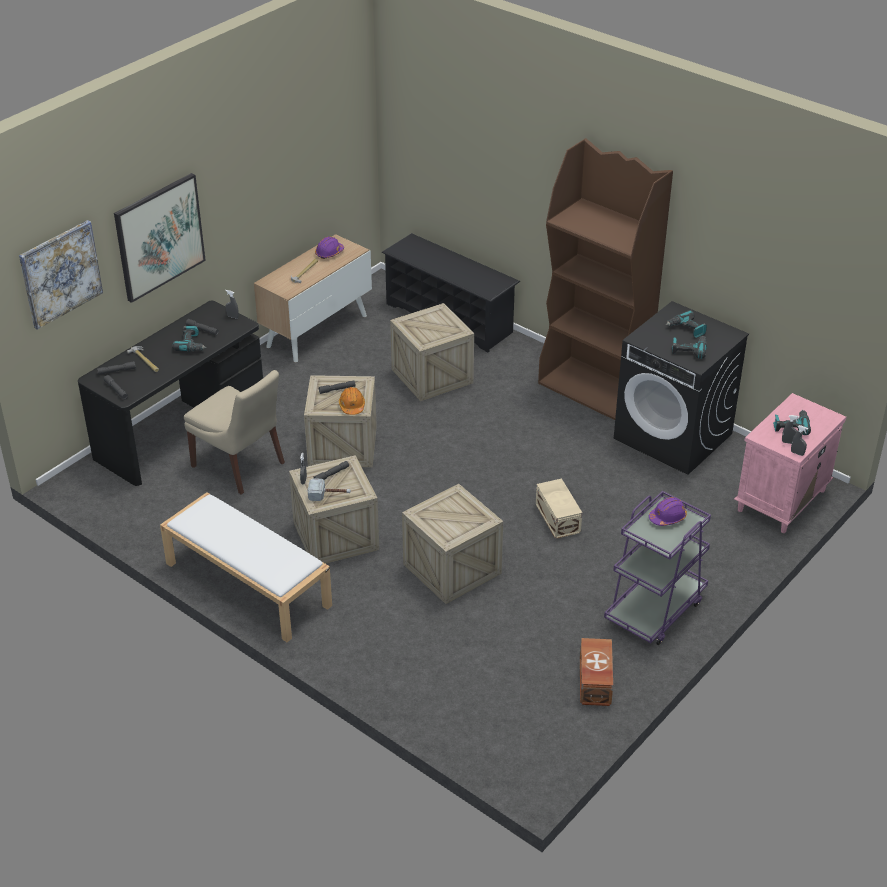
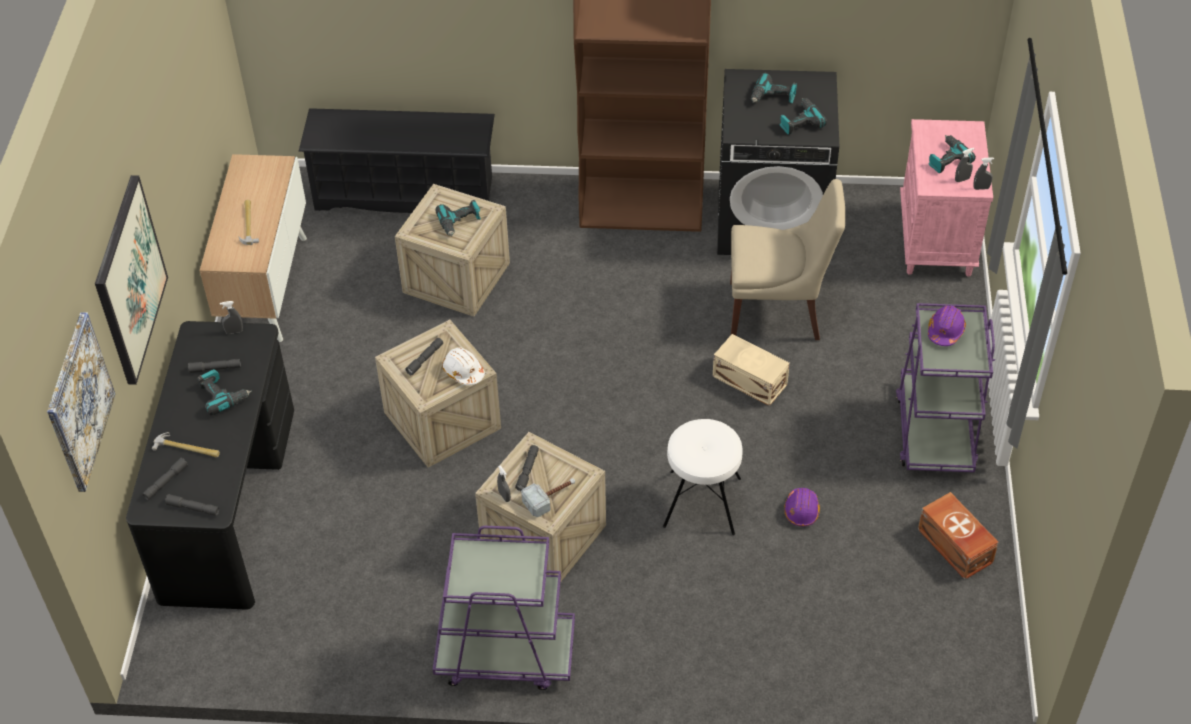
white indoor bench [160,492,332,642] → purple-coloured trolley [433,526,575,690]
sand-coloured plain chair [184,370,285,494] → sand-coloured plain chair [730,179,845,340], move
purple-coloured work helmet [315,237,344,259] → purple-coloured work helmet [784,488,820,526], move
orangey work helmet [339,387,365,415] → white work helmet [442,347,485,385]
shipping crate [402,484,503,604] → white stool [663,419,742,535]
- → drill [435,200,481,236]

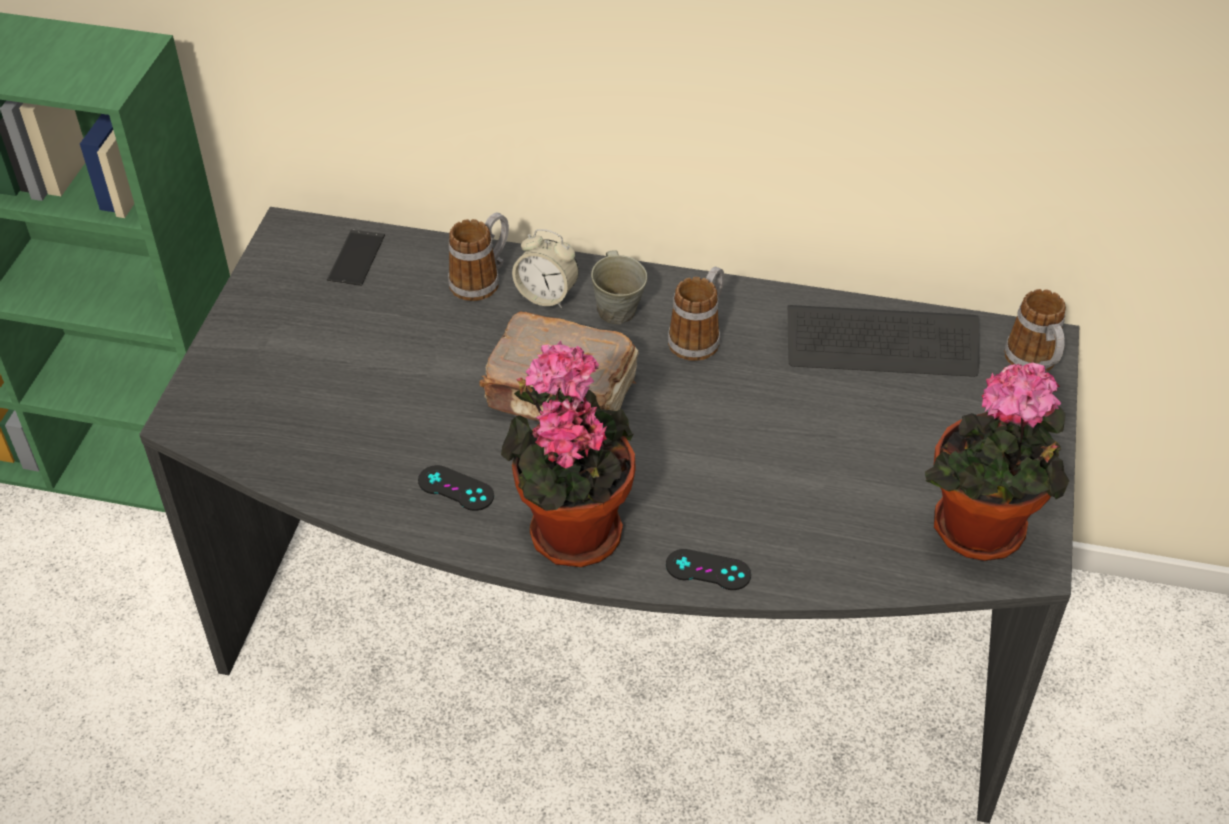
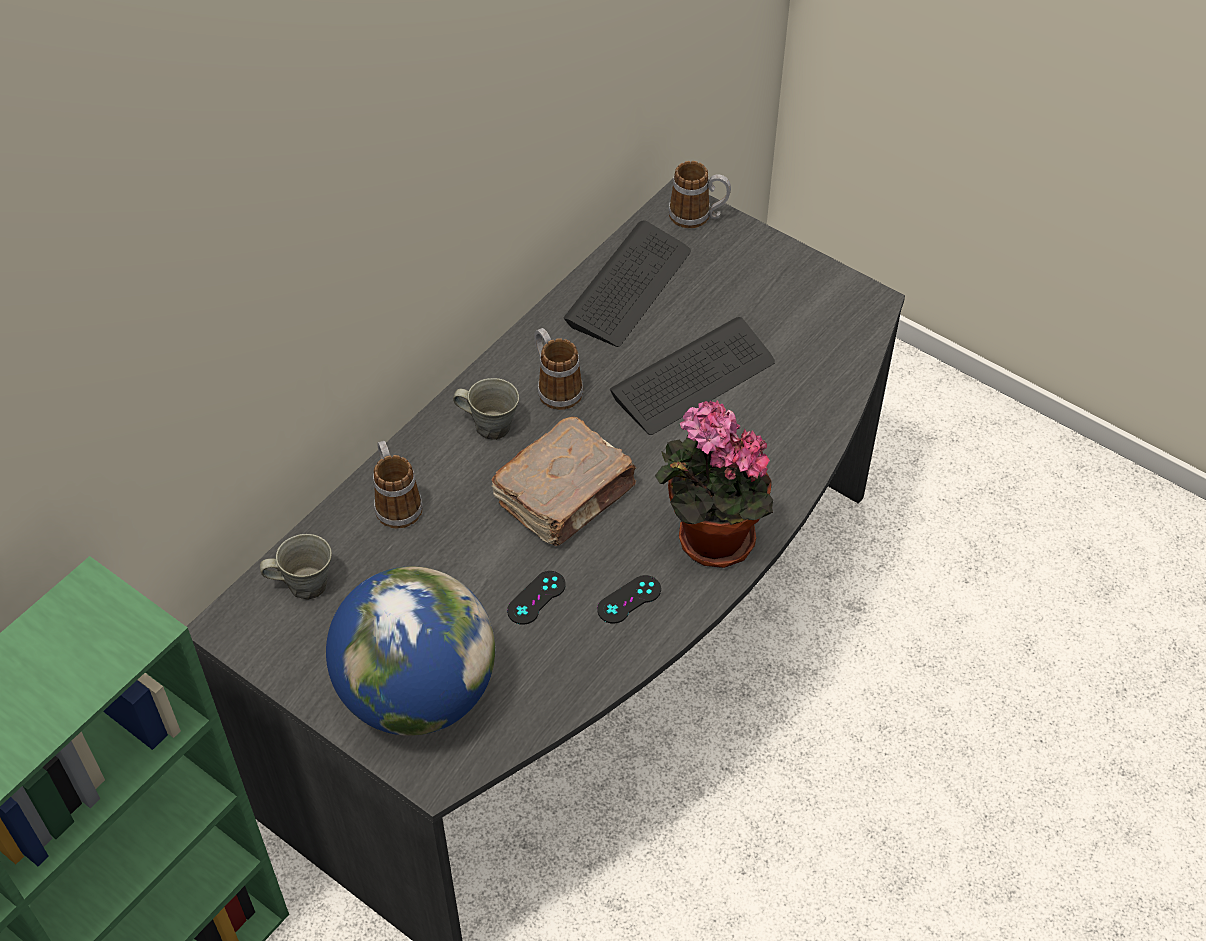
phone [327,229,385,286] → grey coffee mug [260,534,332,600]
table clock [512,229,579,308] → -
black gamepad [666,549,751,590] → black gamepad [507,571,566,625], move
potted plant [925,361,1069,561] → -
- → globe [326,566,495,736]
- → computer keyboard [610,317,775,435]

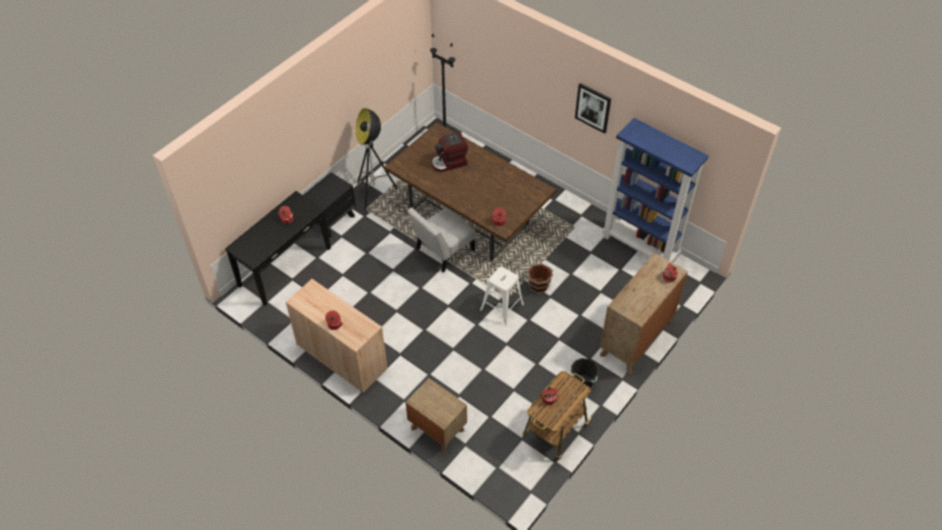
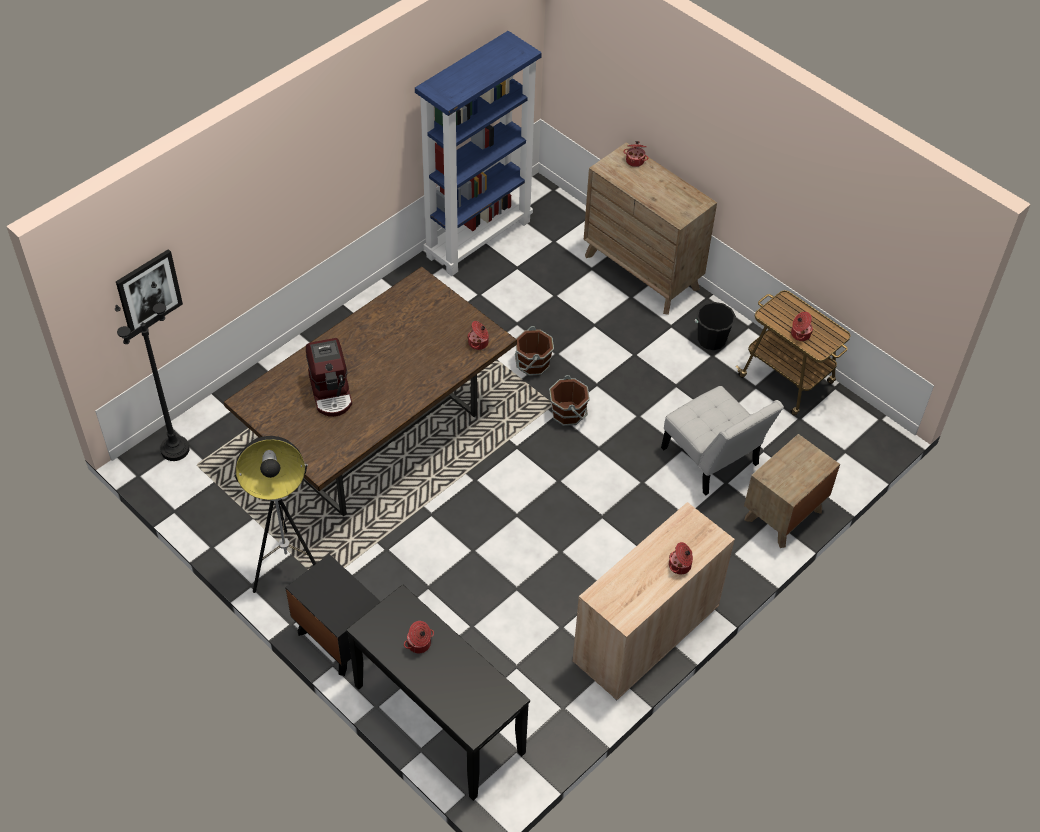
white plain chair [407,207,476,273] → white plain chair [661,386,784,496], move
white stool [480,267,524,326] → brownish pail [549,375,590,426]
wall art [575,83,611,134] → wall art [116,249,183,332], move

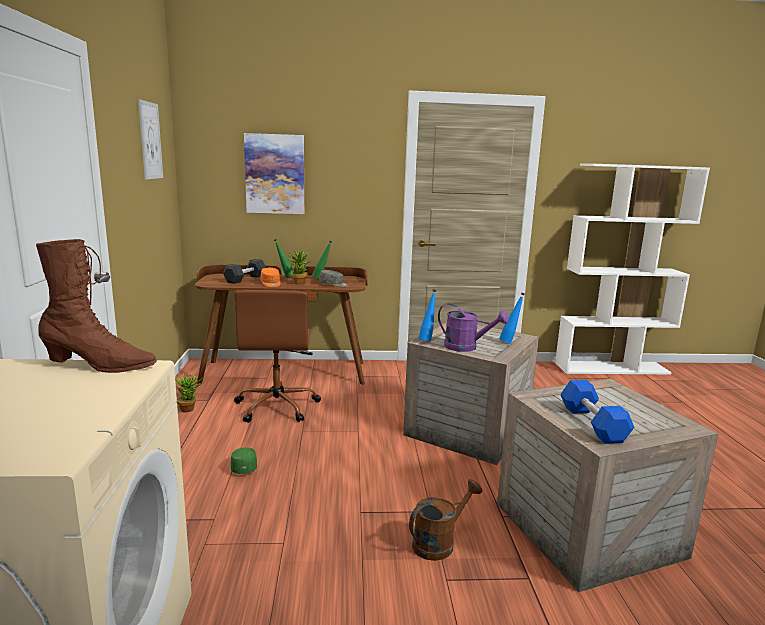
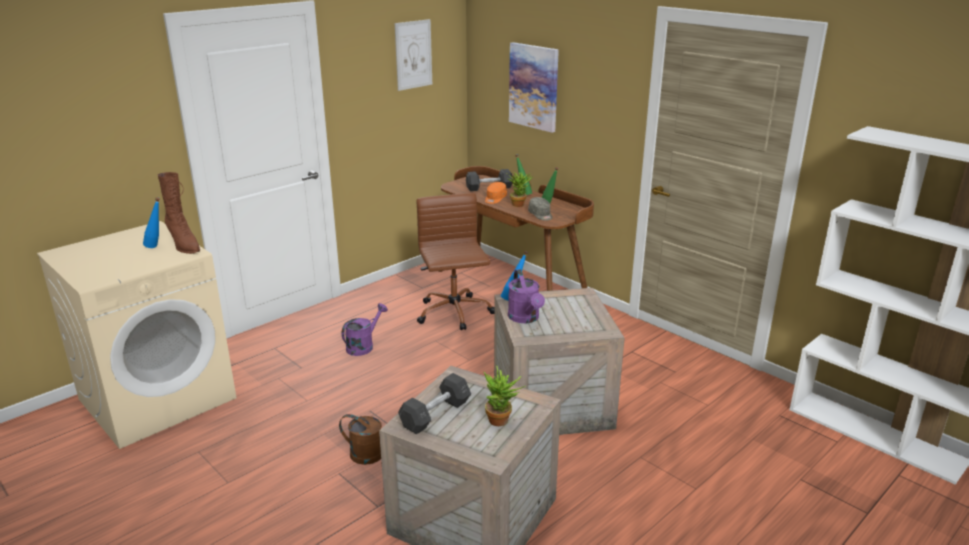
potted plant [175,374,204,413] → potted plant [484,366,526,426], move
green peaked cap [231,447,257,474] → purple-coloured watering can [342,303,388,356]
brownish office chair [234,290,321,423] → brownish office chair [417,193,495,330], 120 degrees clockwise
blue bottle [499,293,525,344] → blue bottle [143,197,160,248], move
blue hand weight [560,380,634,444] → grey hand weight [398,373,471,434]

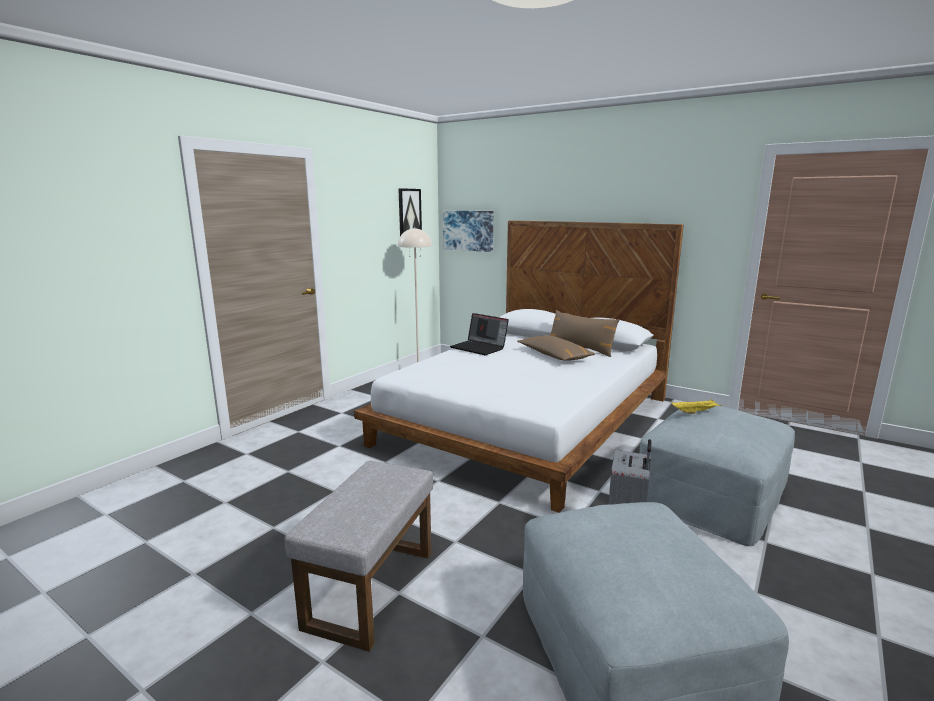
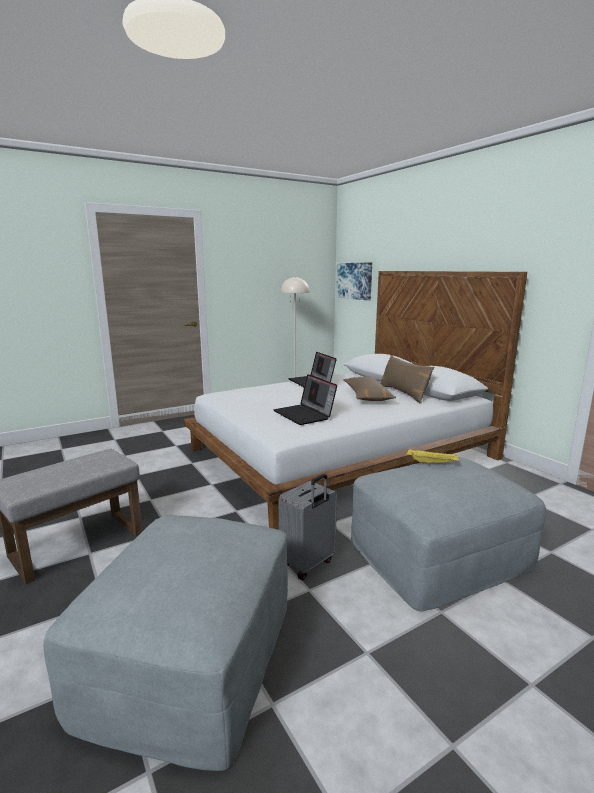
wall art [398,188,422,236] → -
- → notebook computer [273,374,337,425]

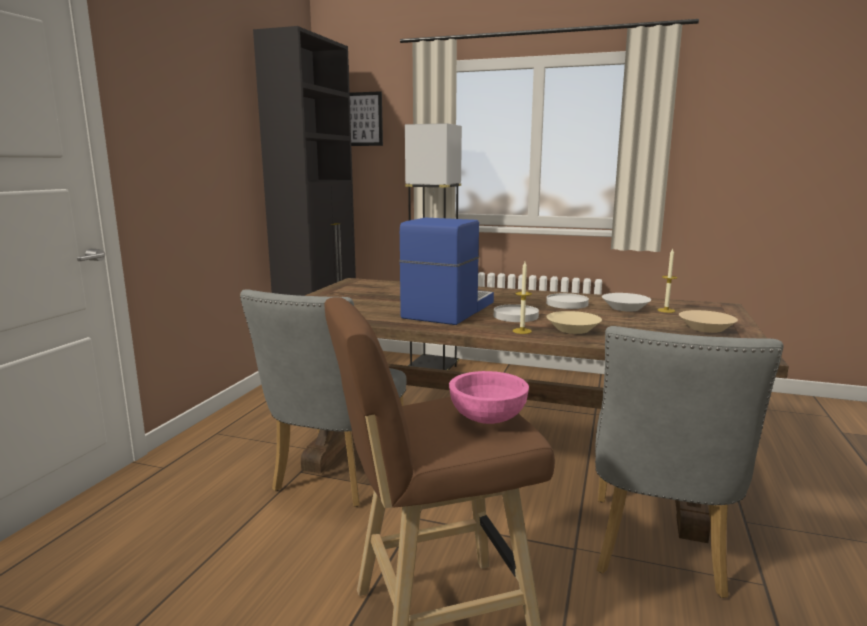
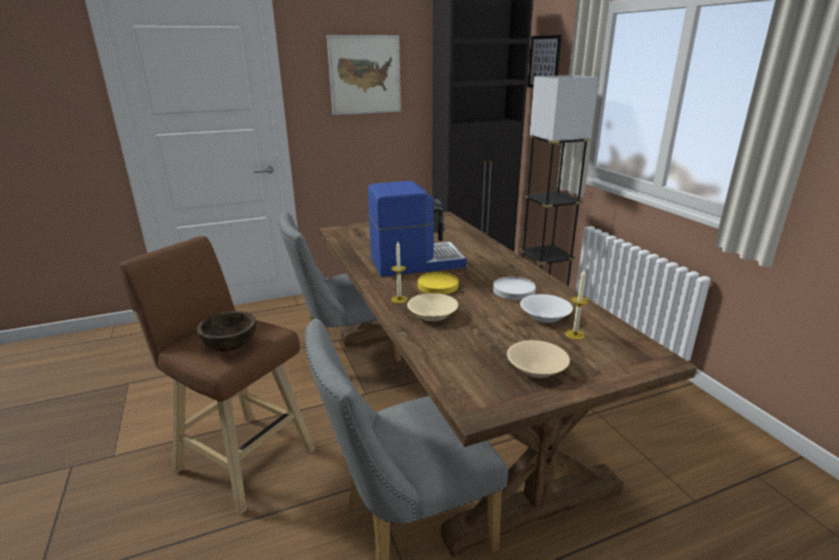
pinkish serving bowl [449,371,529,424] → brownish serving bowl [197,311,256,351]
white flat dish [494,304,539,322] → yellow-coloured flat dish [418,272,459,294]
- → wall art [327,35,401,115]

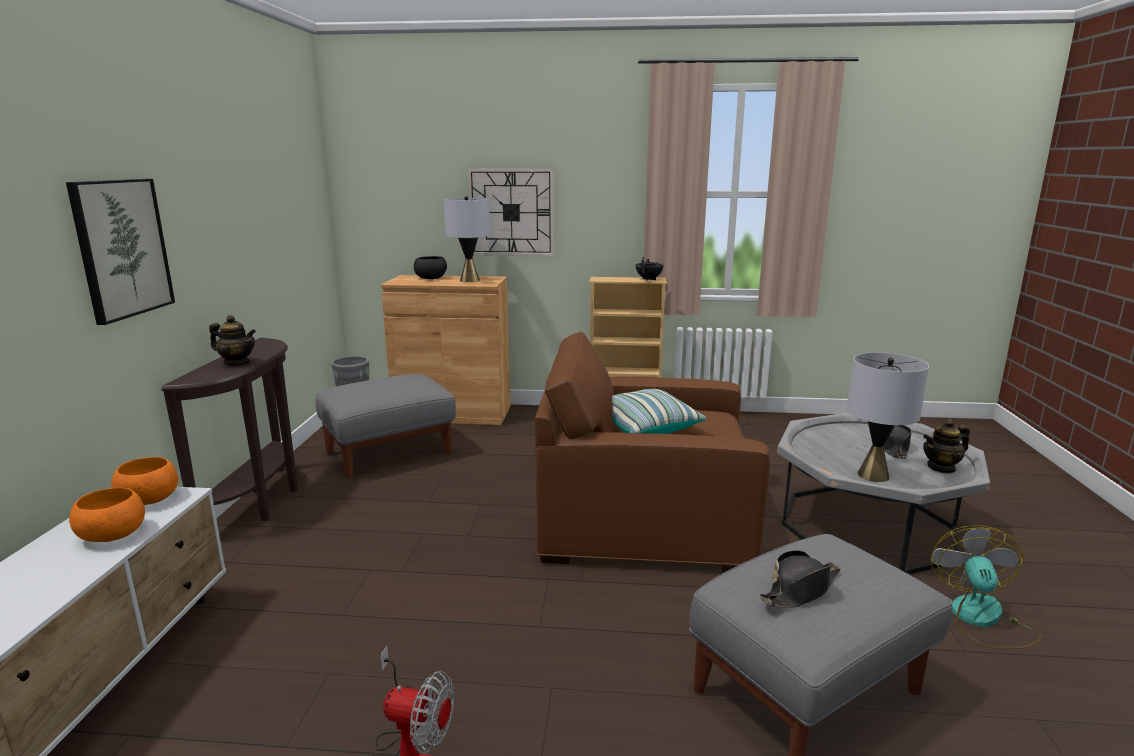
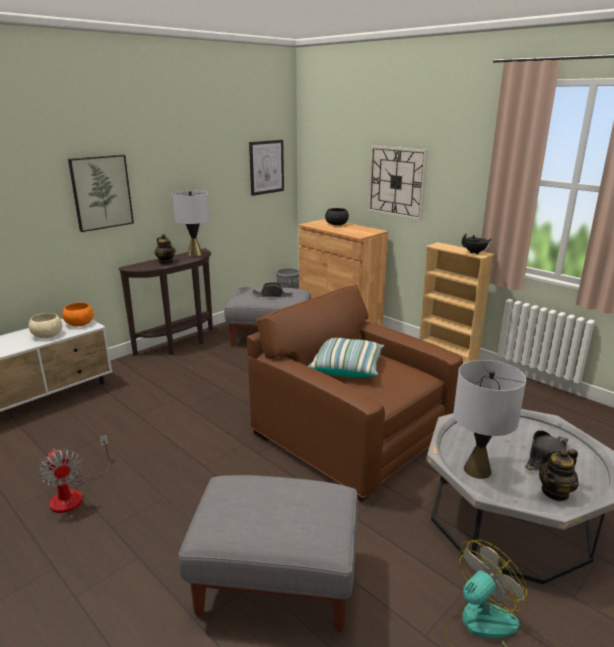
orangey serving bowl [69,488,145,542] → sand-coloured serving bowl [29,313,62,338]
grey table lamp [444,196,490,282] → grey table lamp [173,190,210,256], move
black hat [760,550,840,608] → black hat [252,282,293,297], move
pot for tea [923,419,970,474] → pot for tea [539,449,579,502], 60 degrees counterclockwise
- → wall art [249,140,284,196]

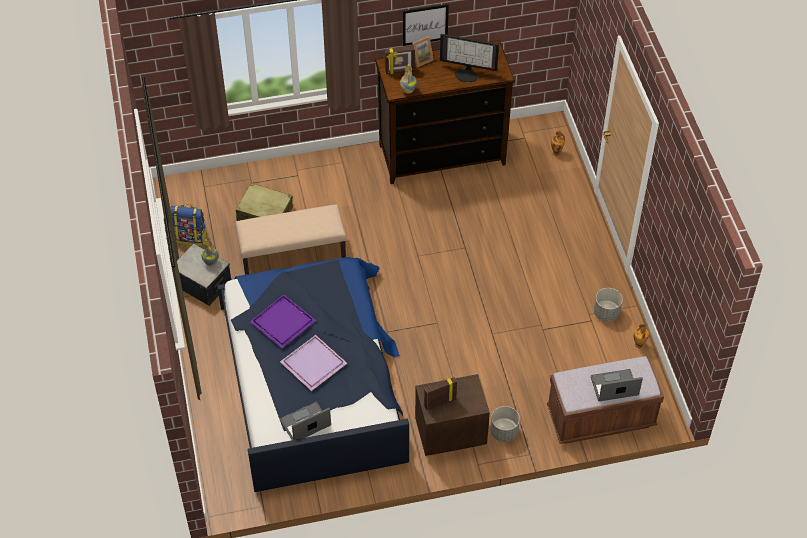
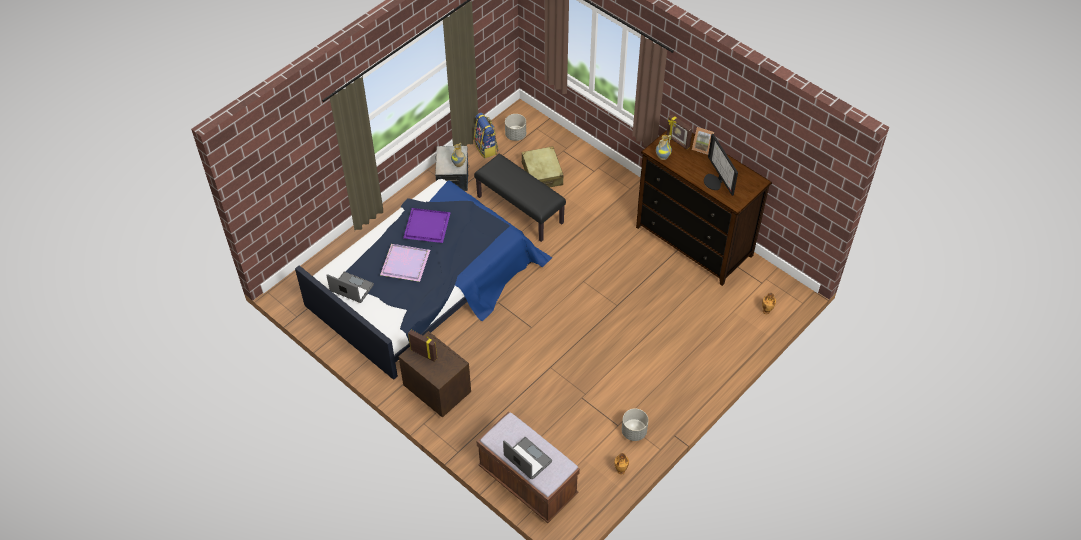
sand-coloured indoor bench [235,204,347,274] → black indoor bench [474,154,566,242]
wall art [403,4,449,46] → -
grey planter [490,406,520,442] → grey planter [505,114,526,141], move

